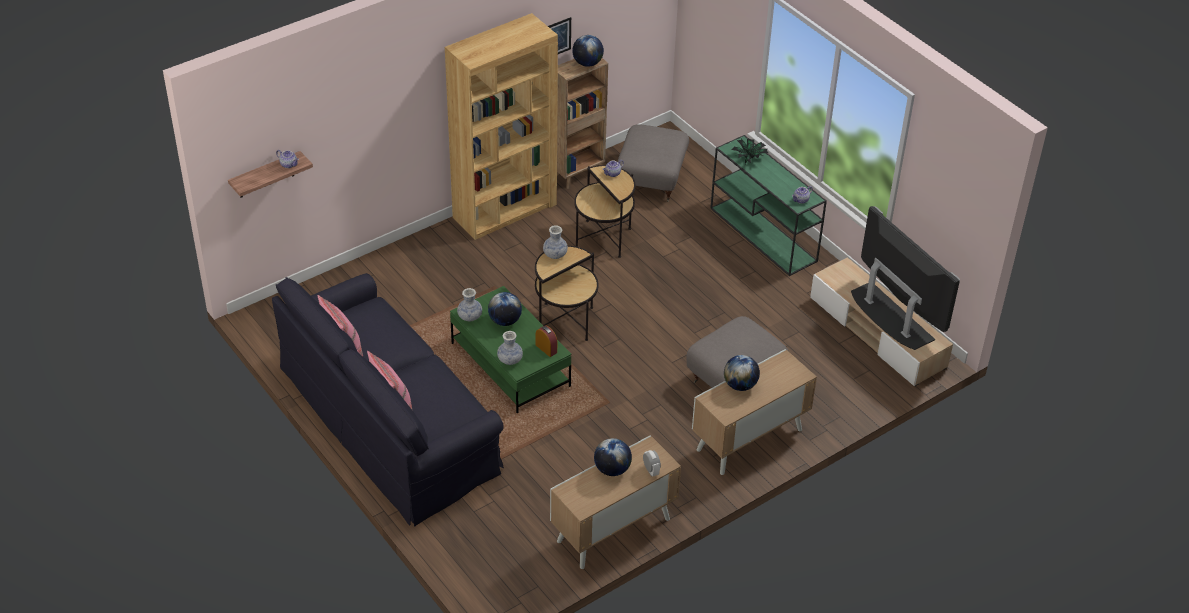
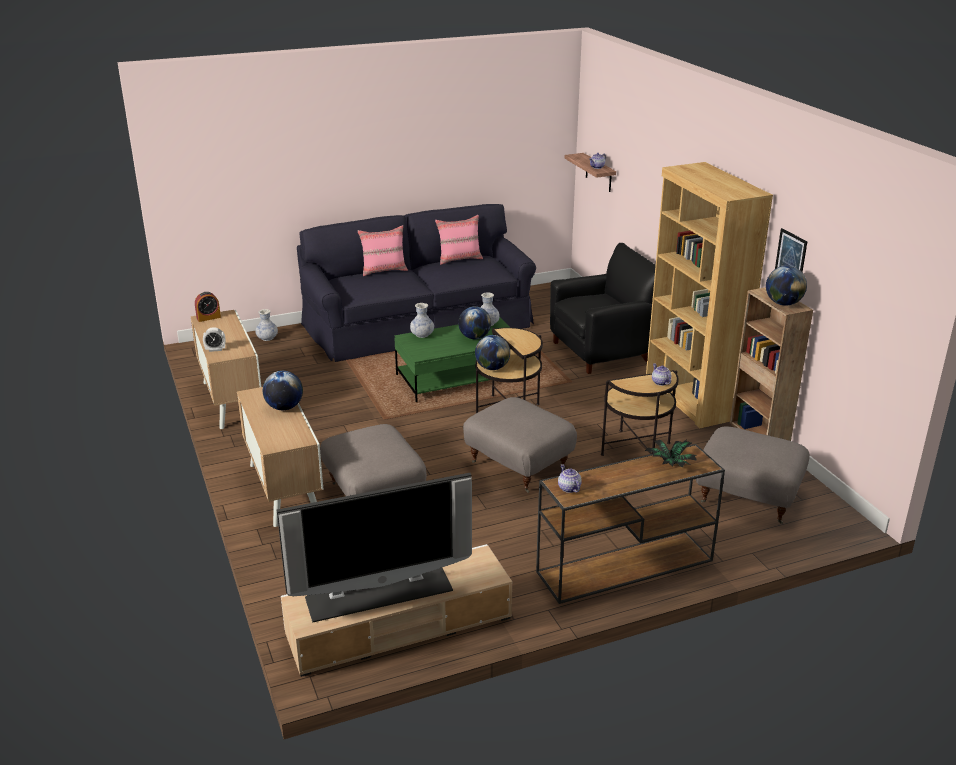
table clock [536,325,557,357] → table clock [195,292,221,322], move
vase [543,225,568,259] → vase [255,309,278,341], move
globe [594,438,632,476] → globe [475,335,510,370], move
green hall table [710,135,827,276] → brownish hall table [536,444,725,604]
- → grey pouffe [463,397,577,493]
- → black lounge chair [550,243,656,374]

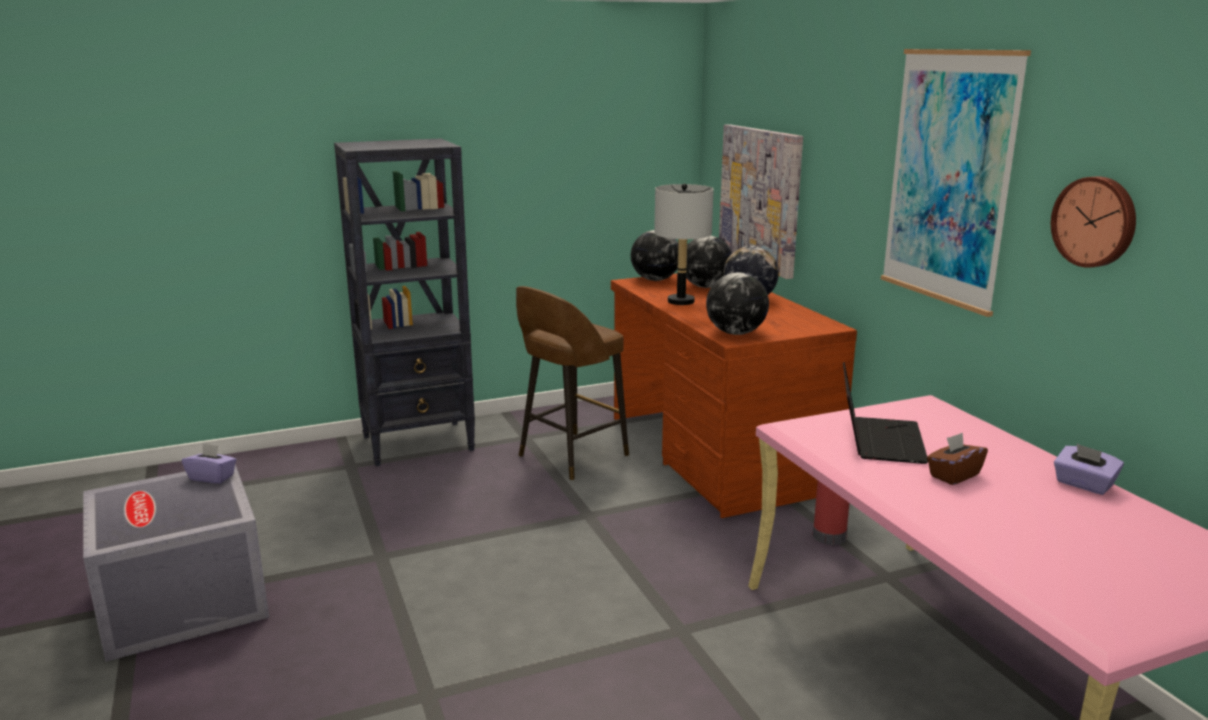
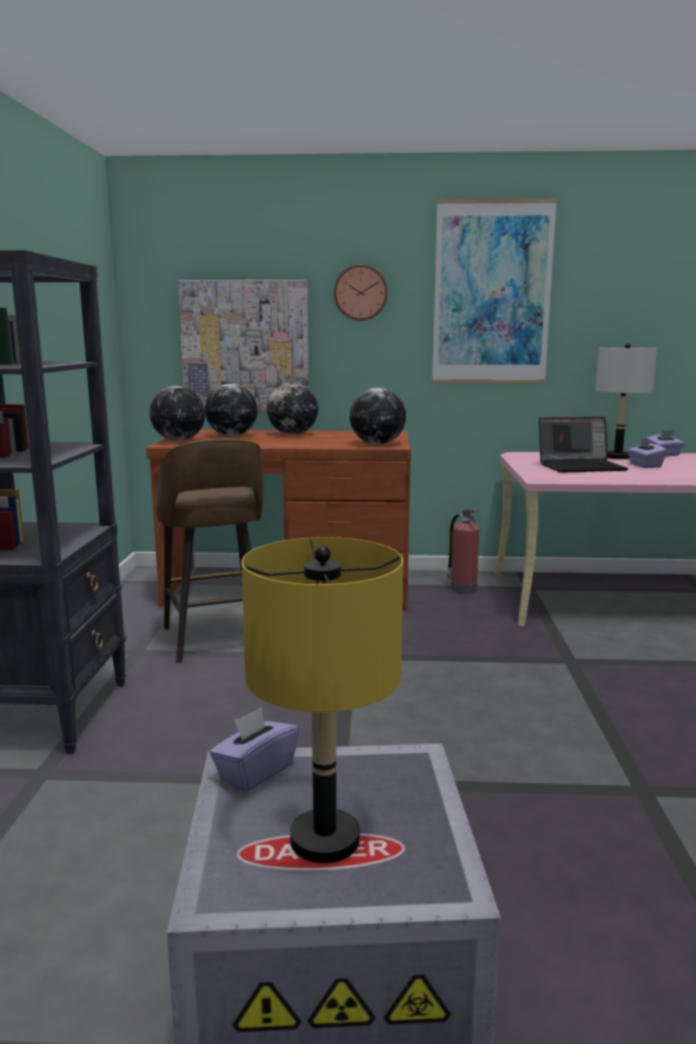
grey table lamp [654,184,714,305] → grey table lamp [595,343,657,459], move
notebook computer [843,362,928,464] → notebook computer [539,417,629,473], 135 degrees clockwise
brownish box of tissues [927,433,988,485] → purple-coloured box of tissues [627,437,666,468]
clock on the wall [1051,176,1136,268] → clock on the wall [334,265,388,321], move
- → yellow-coloured table lamp [241,537,403,863]

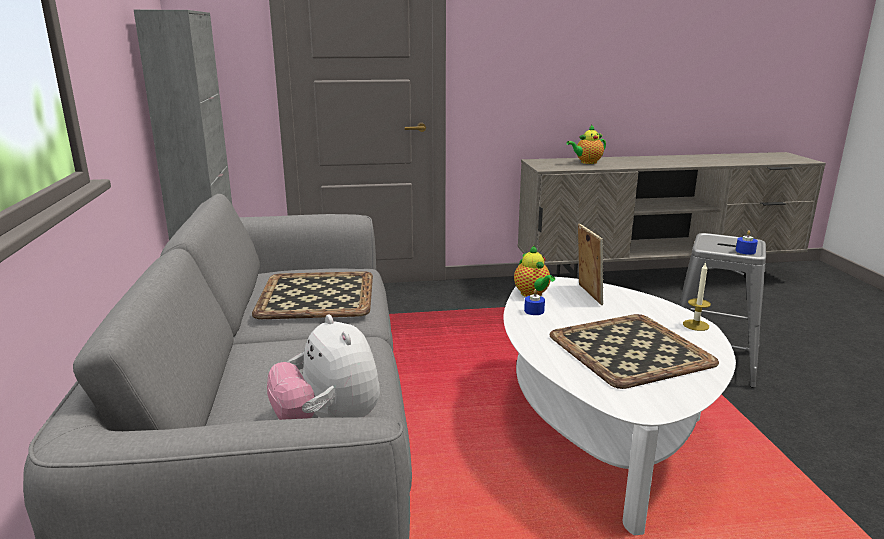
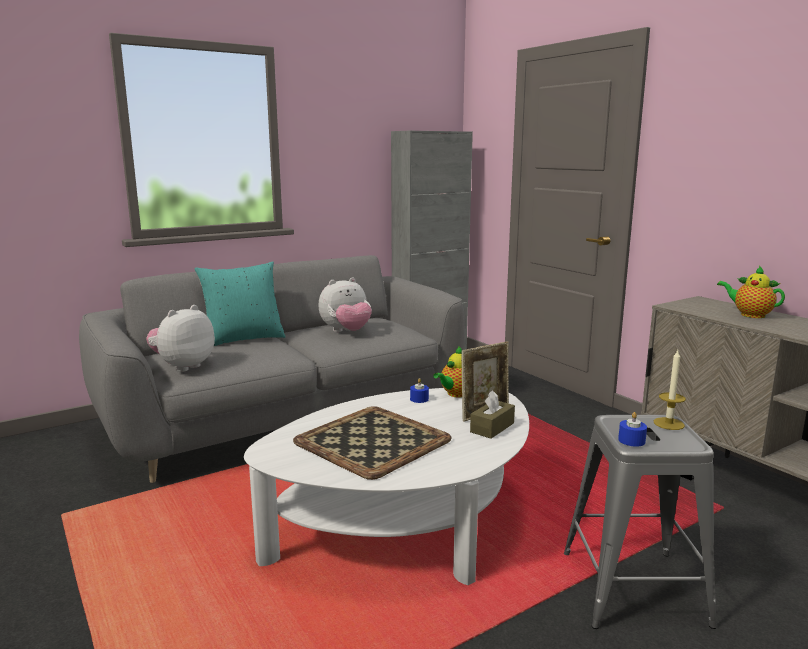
carrying tray [252,271,373,319] → soft toy [319,278,372,332]
wax candle [683,262,711,331] → wax candle [654,350,686,430], move
- → turquoise throw pillow [195,261,285,346]
- → brownish box of tissues [470,390,515,439]

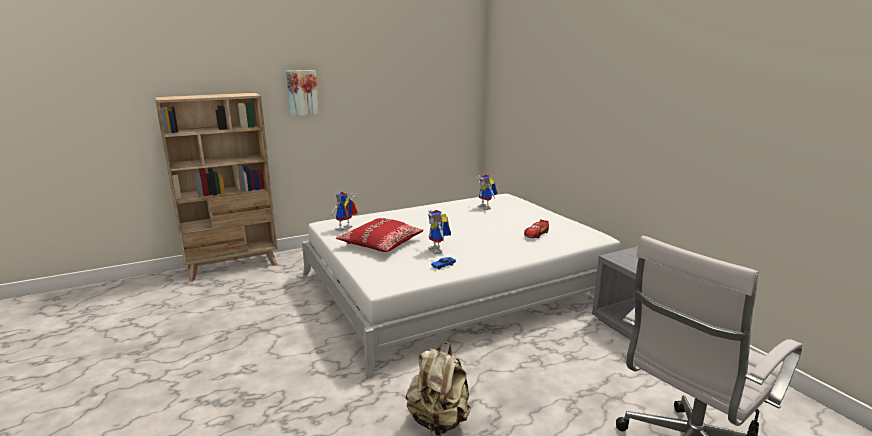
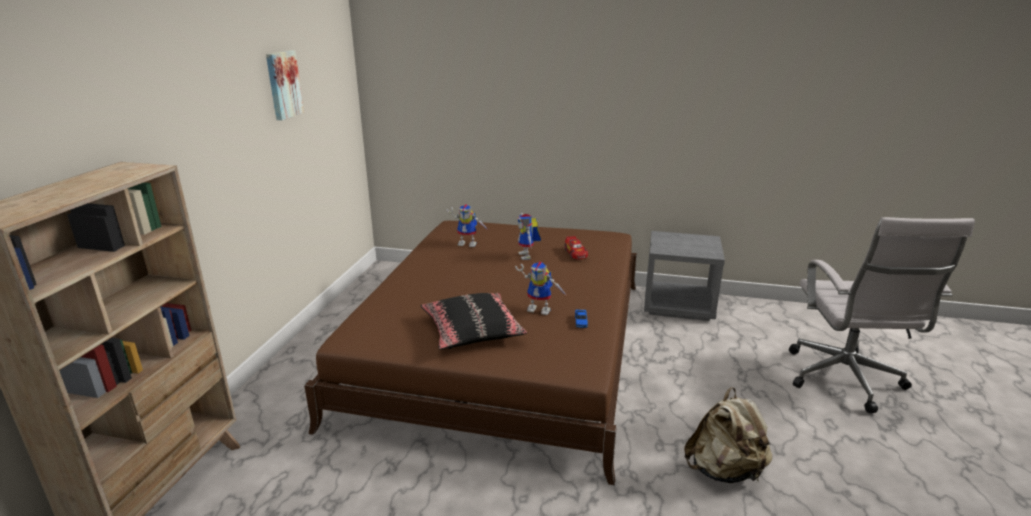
wall art [286,70,319,116] → wall art [266,50,304,120], move
white bedroom bed [302,194,620,378] → brownish bedroom bed [304,221,637,485]
toy robot [328,192,358,231] → toy robot [517,213,541,260], move
red throw pillow [336,218,424,252] → black throw pillow [420,293,527,350]

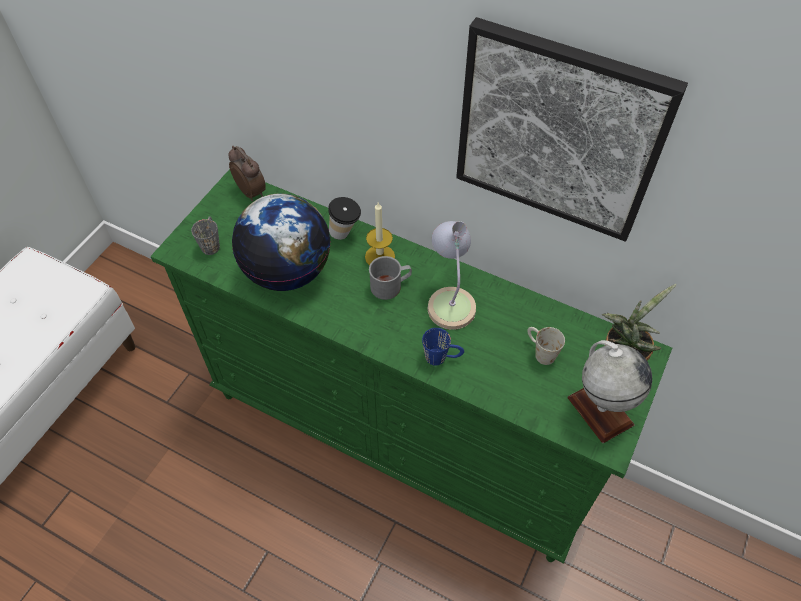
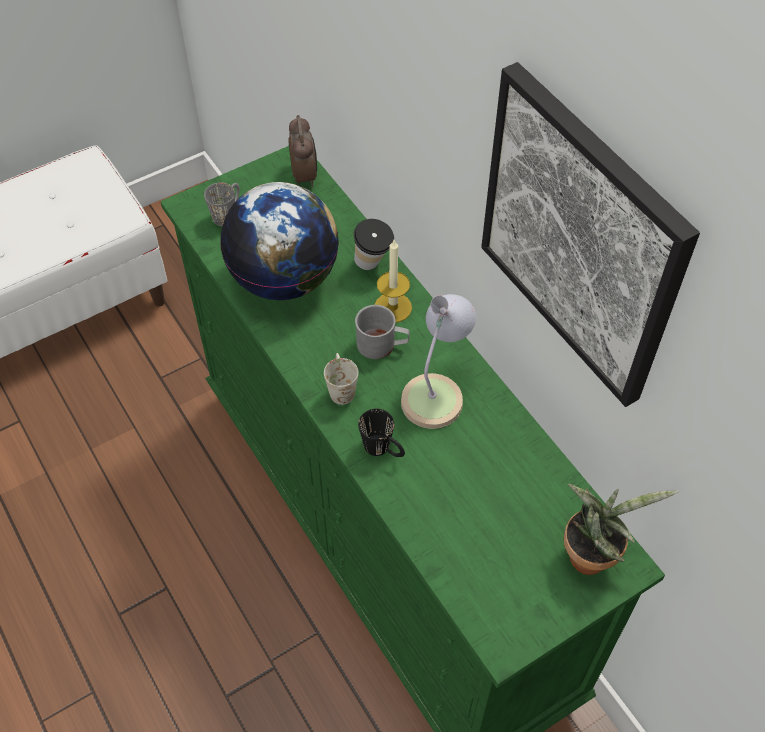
blue coffee mug [422,328,464,366] → black coffee mug [358,409,405,457]
white coffee mug [527,327,565,365] → white coffee mug [324,353,359,405], move
globe [568,340,652,443] → -

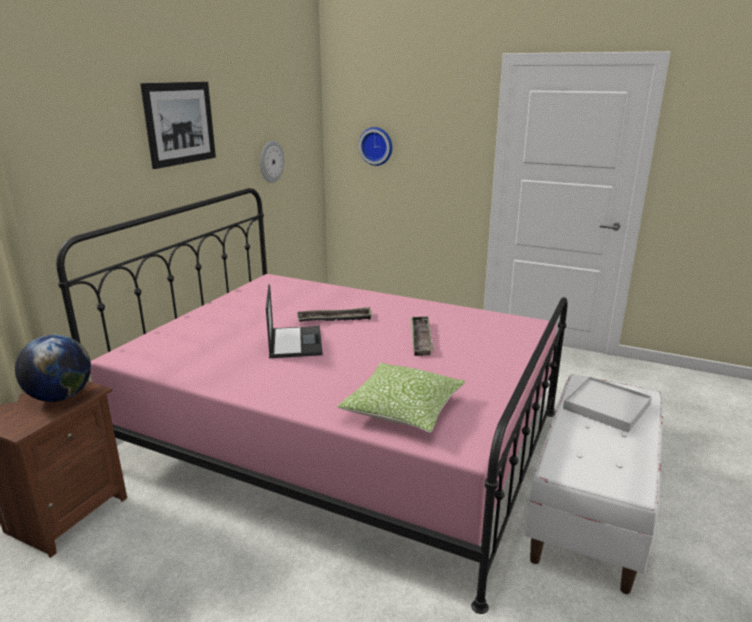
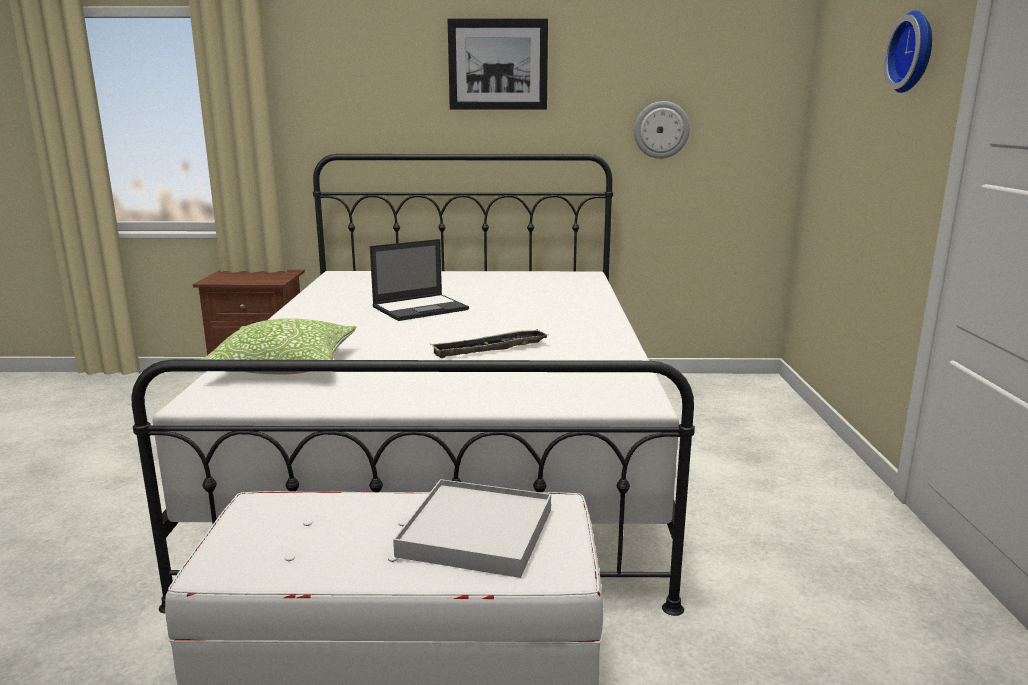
globe [15,335,91,402] → -
pinkish bedroom bed [56,188,567,614] → white bedroom bed [131,154,695,616]
carrying tray [297,307,373,322] → -
clock on the wall [359,127,392,166] → clock on the wall [884,10,932,93], move

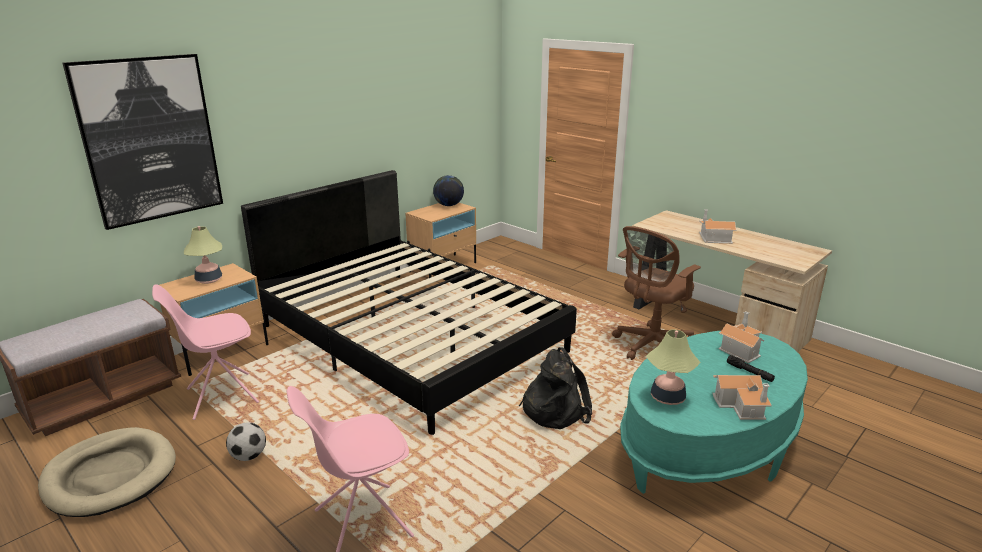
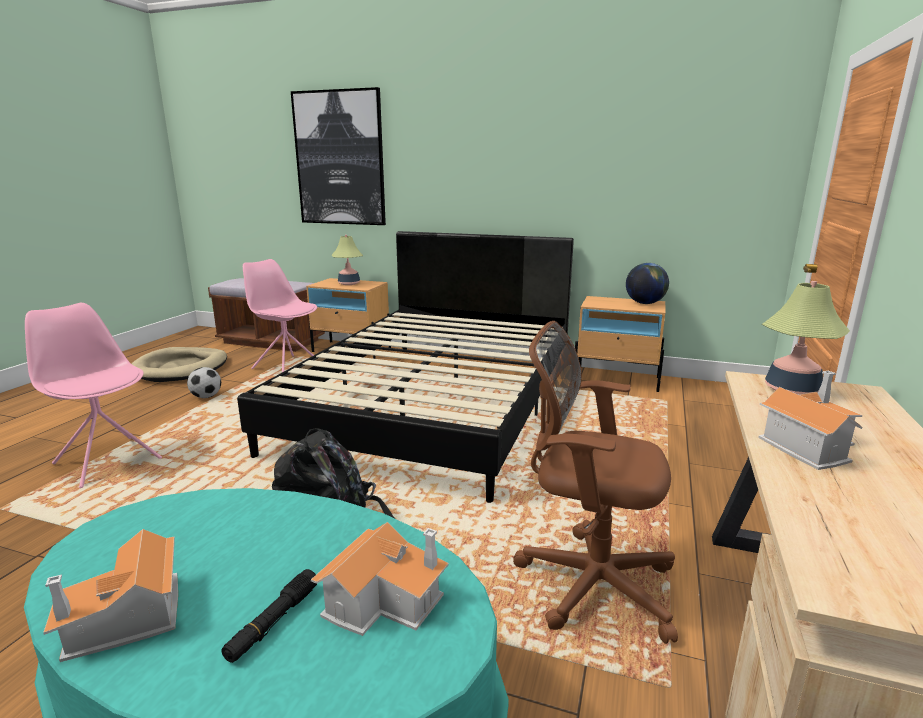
table lamp [646,330,700,405] → table lamp [762,281,850,395], move

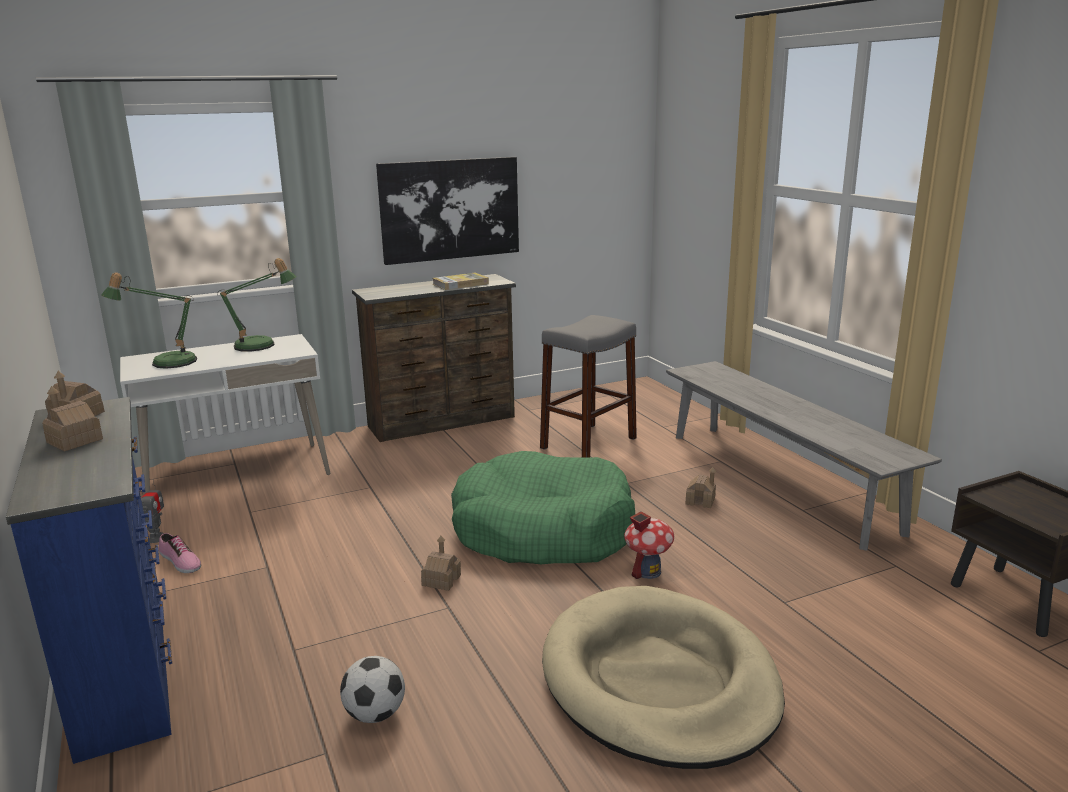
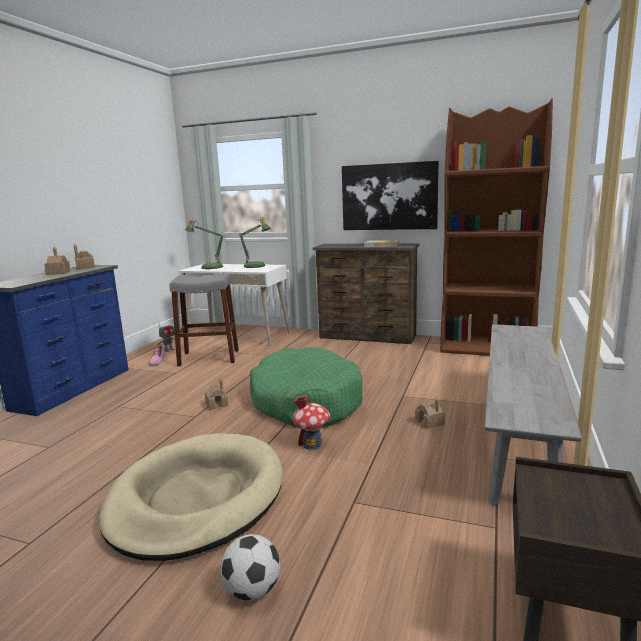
ball for football [340,656,405,723] → ball for football [220,534,280,600], move
grey stool [540,315,637,458] → grey stool [170,273,239,366], move
- → brownish bookshelf [440,98,553,356]

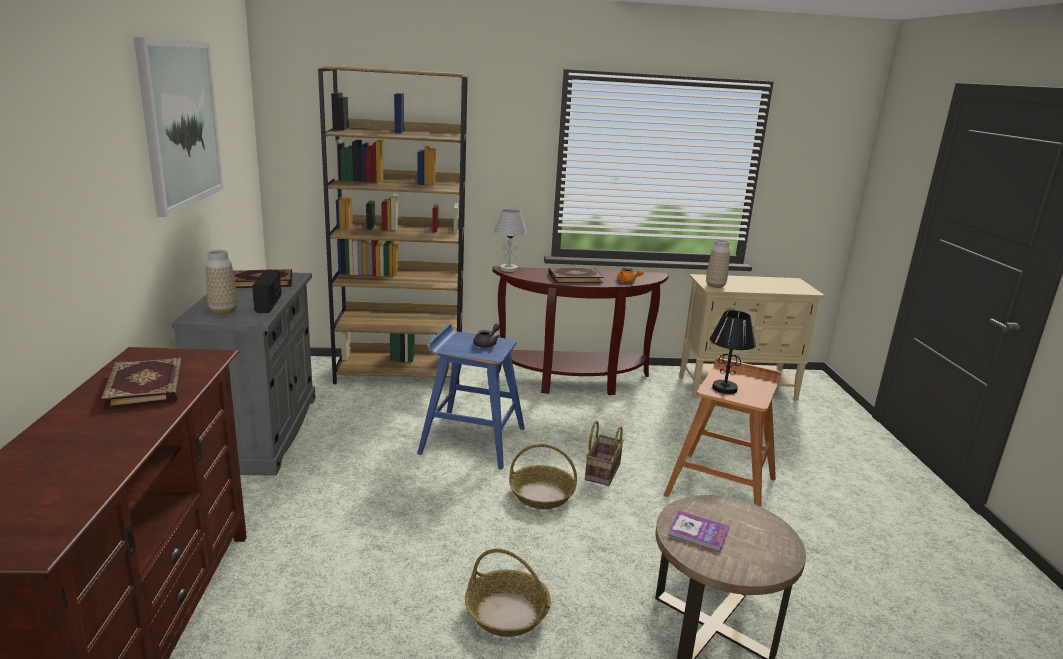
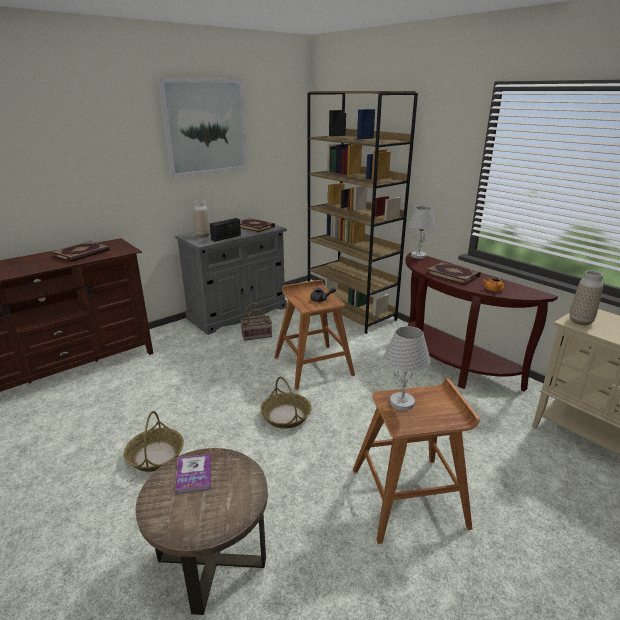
blue stool [417,324,524,470] → brownish stool [274,280,355,390]
storage basket [585,420,624,486] → storage basket [240,303,272,341], move
black table lamp [710,310,756,394] → white table lamp [383,326,431,411]

